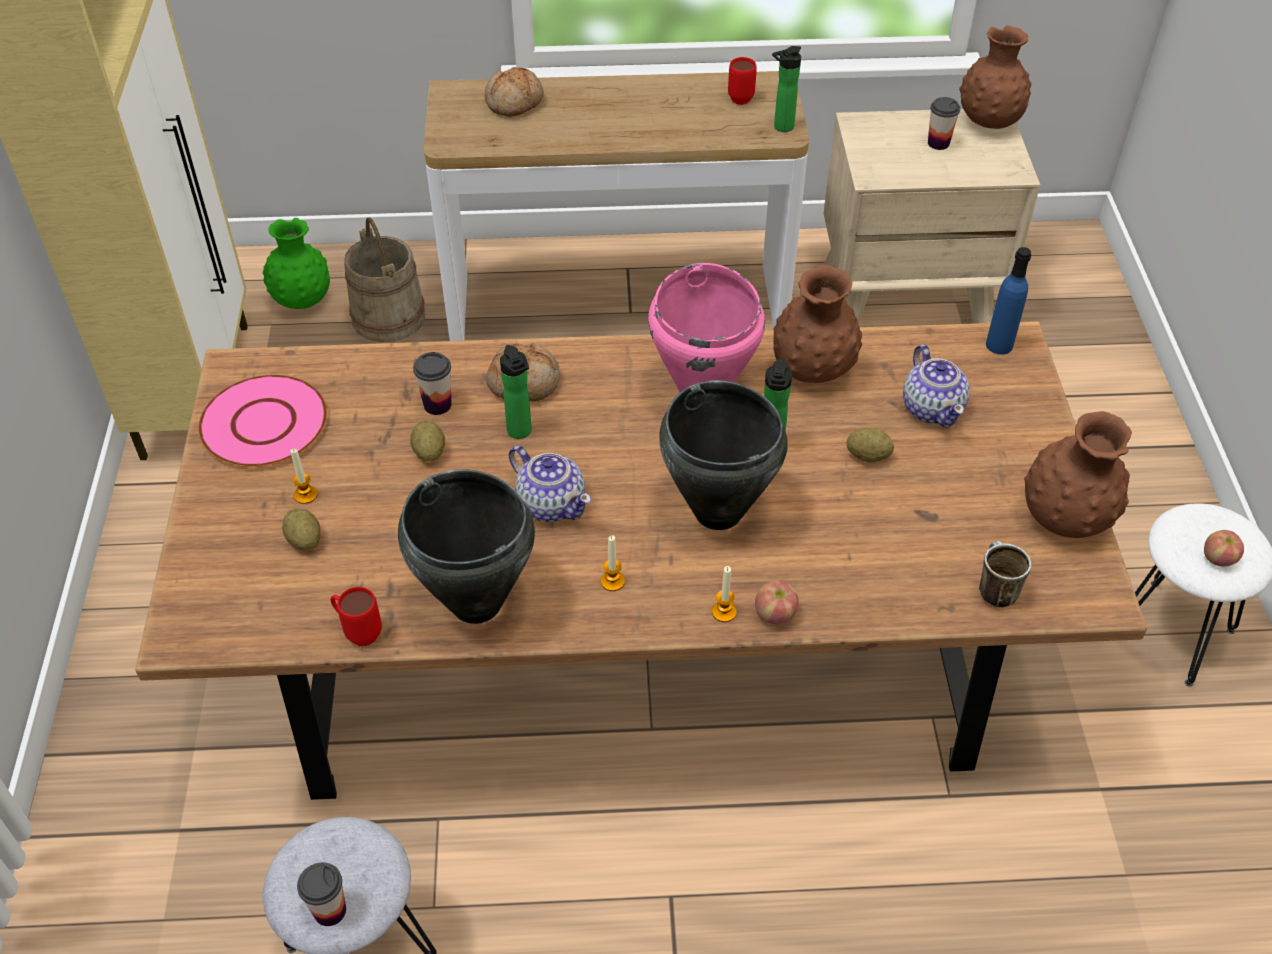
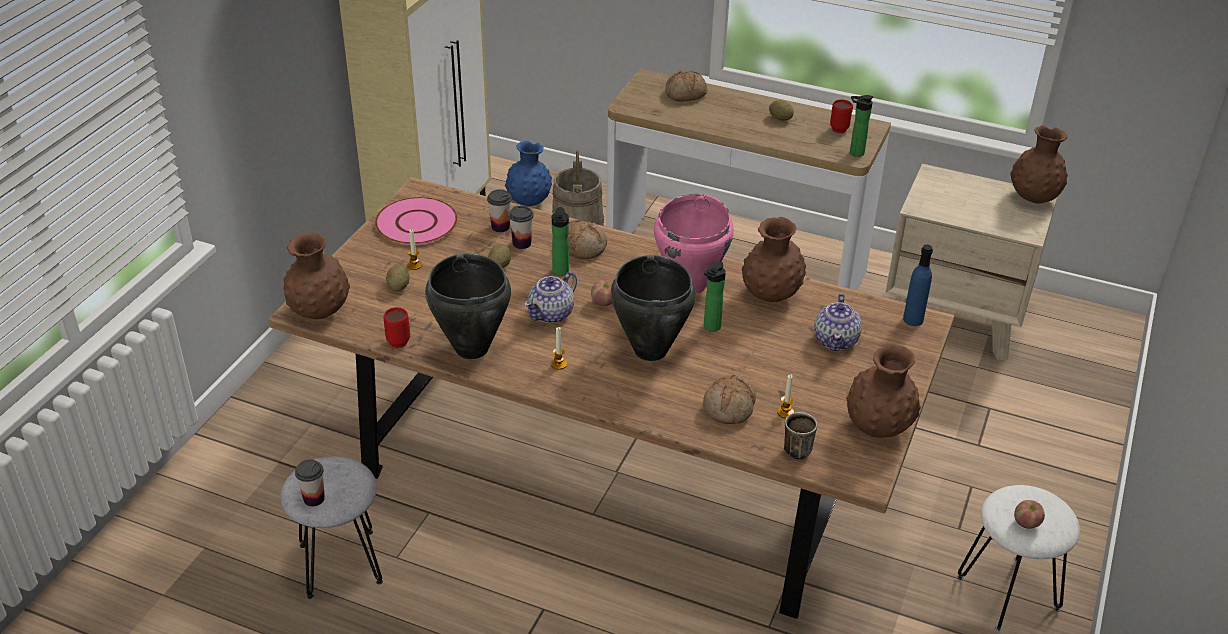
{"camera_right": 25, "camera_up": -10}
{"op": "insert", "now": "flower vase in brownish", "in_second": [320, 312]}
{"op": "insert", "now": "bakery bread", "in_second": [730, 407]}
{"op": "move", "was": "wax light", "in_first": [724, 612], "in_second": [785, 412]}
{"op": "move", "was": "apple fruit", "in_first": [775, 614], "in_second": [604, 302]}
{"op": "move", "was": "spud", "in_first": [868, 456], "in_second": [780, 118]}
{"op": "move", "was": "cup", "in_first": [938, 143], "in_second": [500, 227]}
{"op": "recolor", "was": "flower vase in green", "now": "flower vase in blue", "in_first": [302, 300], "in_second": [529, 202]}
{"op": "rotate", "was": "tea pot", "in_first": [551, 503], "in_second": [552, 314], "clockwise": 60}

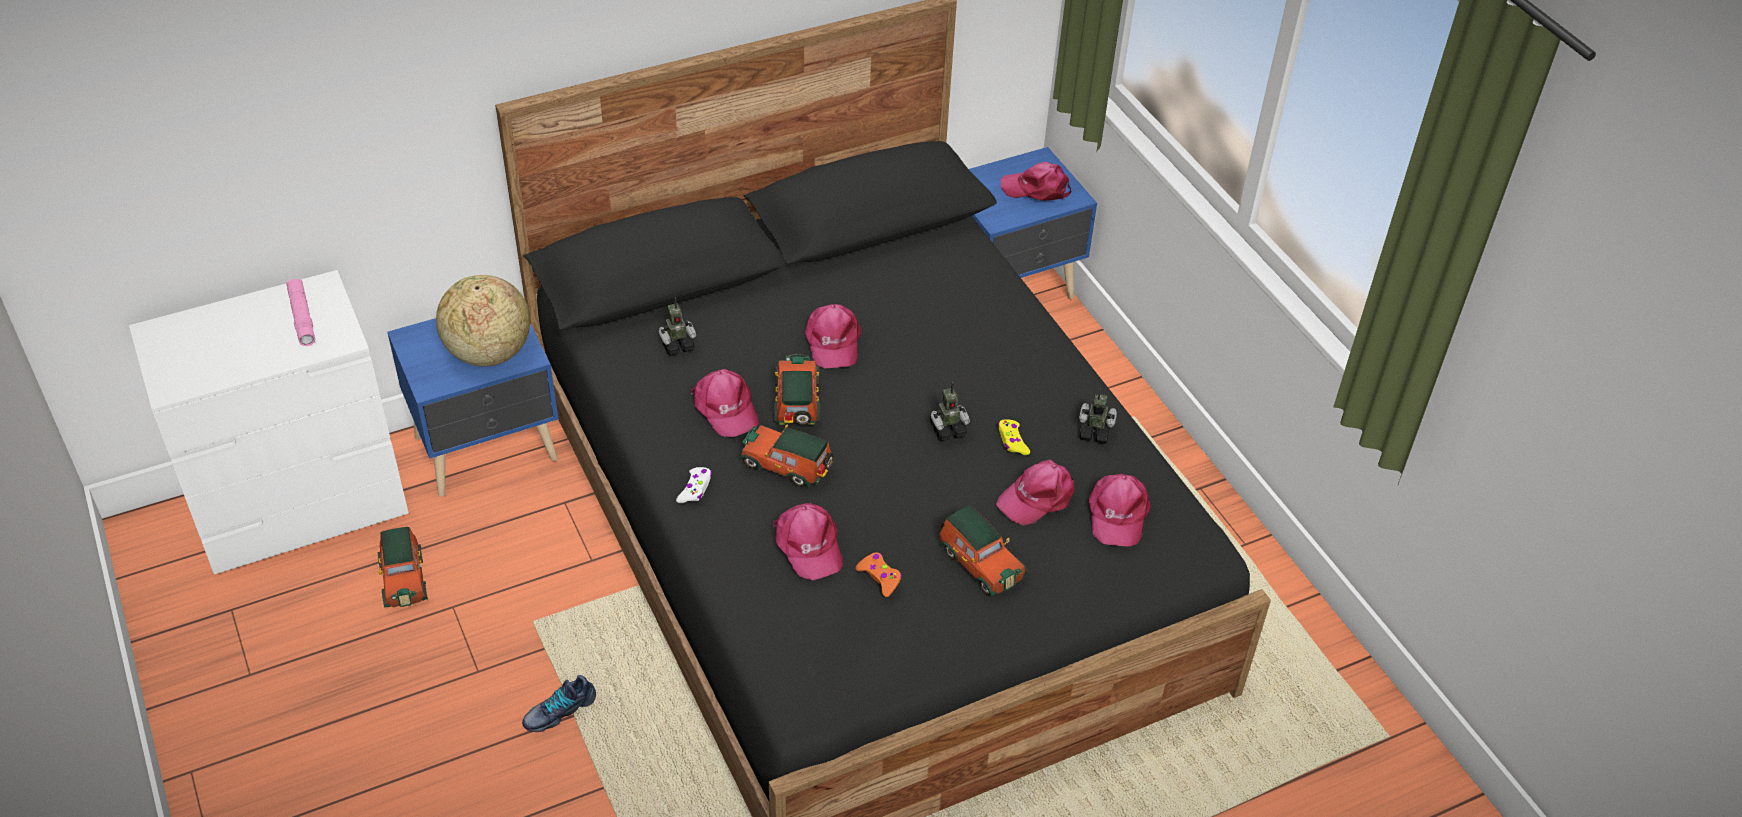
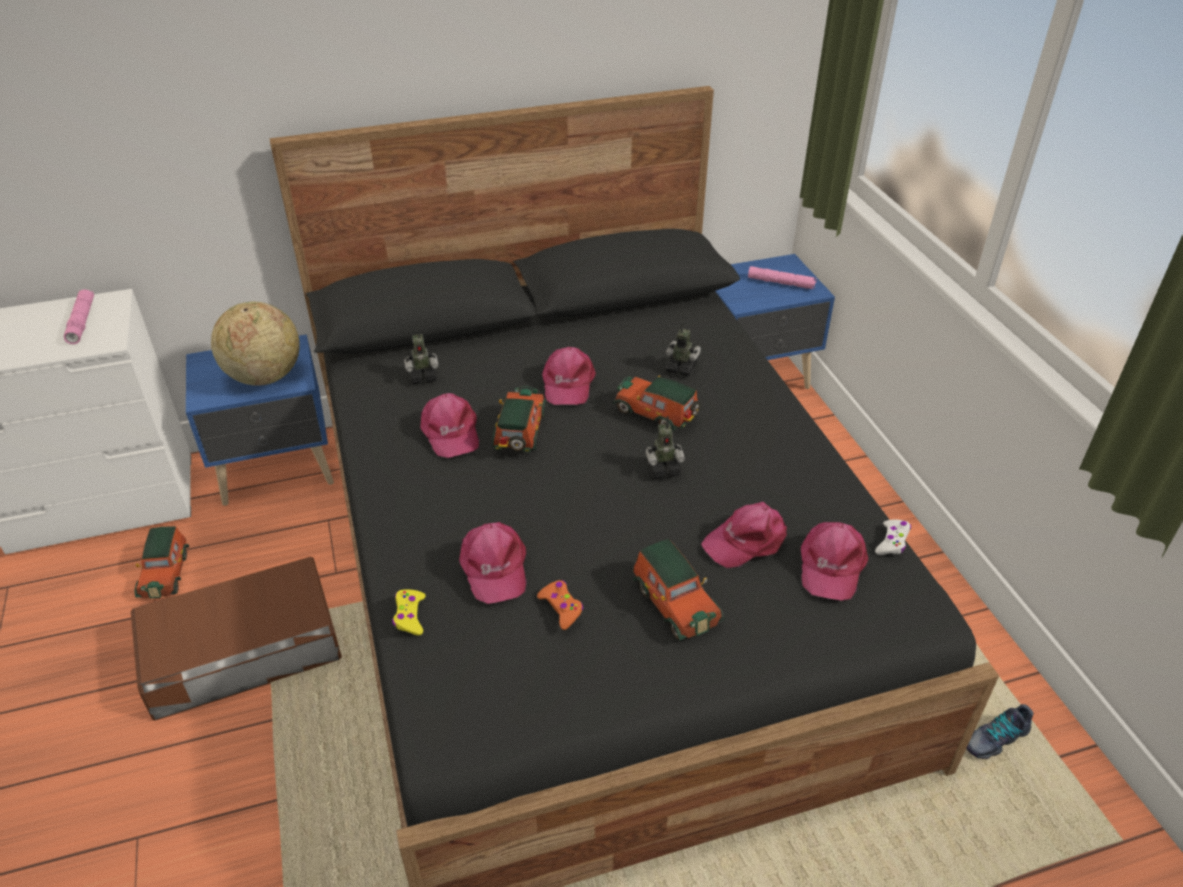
{"camera_right": 10, "camera_up": -5}
{"op": "insert", "now": "storage bin in brownish", "in_second": [242, 647]}
{"op": "move", "was": "low shoe", "in_first": [559, 710], "in_second": [995, 738]}
{"op": "move", "was": "gamepad in white-coloured", "in_first": [695, 489], "in_second": [892, 542]}
{"op": "move", "was": "miniature car", "in_first": [788, 466], "in_second": [657, 414]}
{"op": "move", "was": "gamepad in yellowish", "in_first": [1012, 441], "in_second": [409, 616]}
{"op": "move", "was": "model robot", "in_first": [1094, 432], "in_second": [681, 368]}
{"op": "replace", "was": "cap in pink-coloured", "now": "torch in pink-coloured", "in_first": [1036, 189], "in_second": [781, 283]}

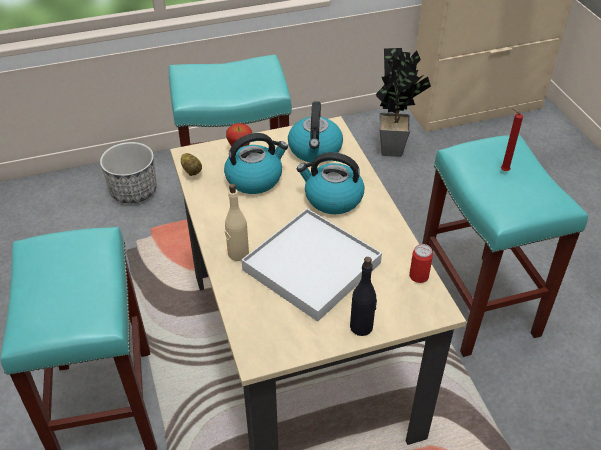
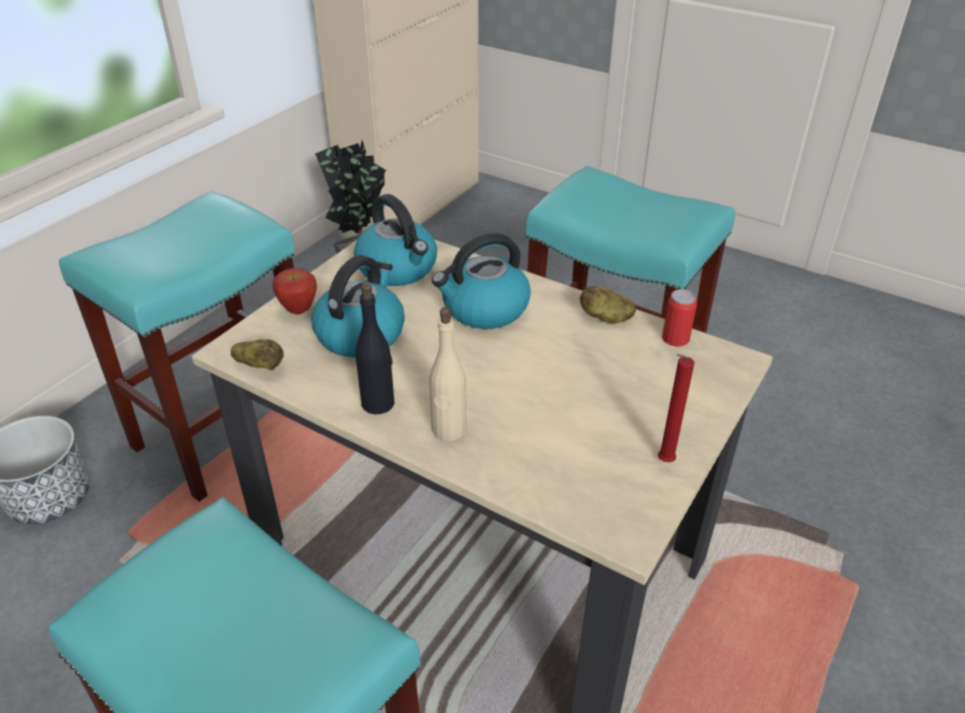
{"camera_right": -40, "camera_up": -5}
{"op": "delete", "was": "serving tray in white-coloured", "in_first": [311, 266]}
{"op": "insert", "now": "spud", "in_second": [605, 318]}
{"op": "move", "was": "drink bottle in blackish", "in_first": [361, 327], "in_second": [378, 403]}
{"op": "move", "was": "wax light in red-coloured", "in_first": [503, 171], "in_second": [663, 462]}

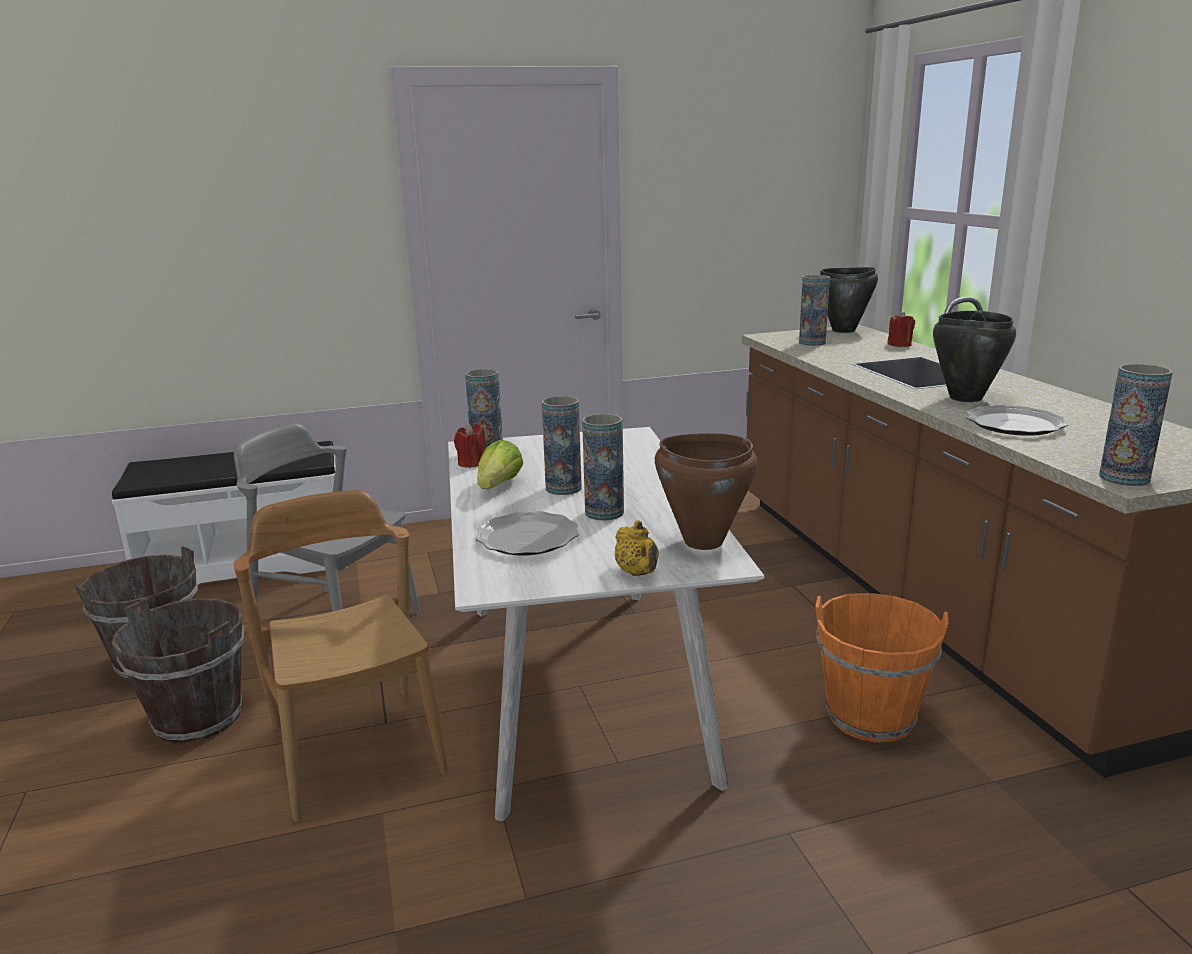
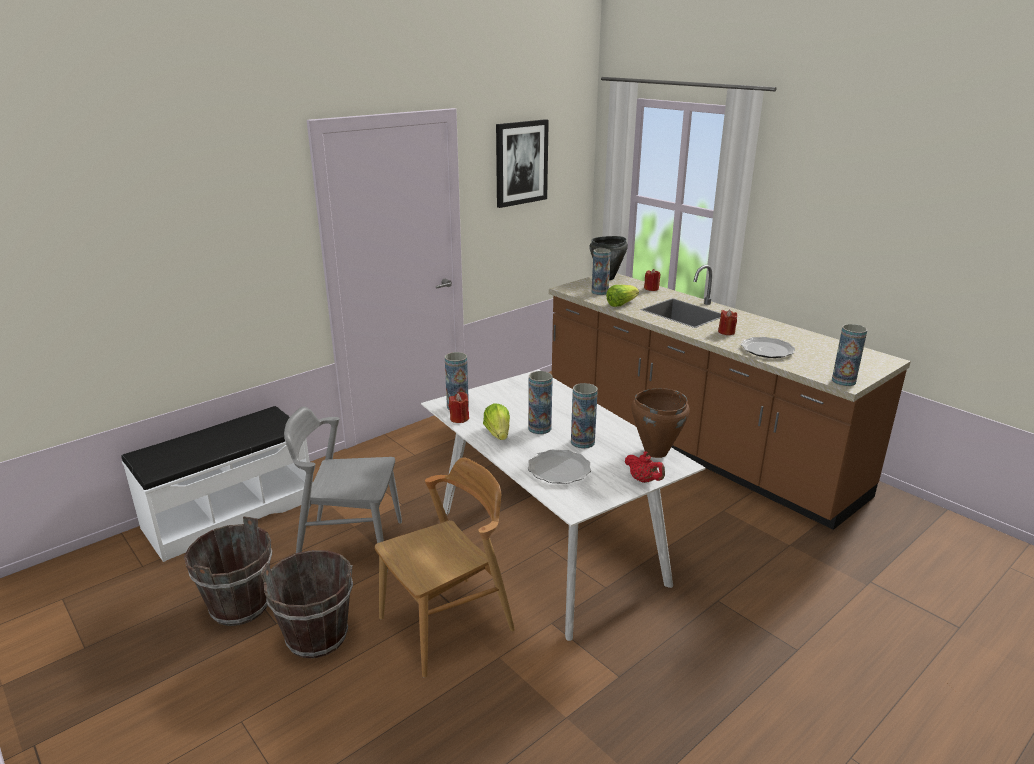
{"camera_right": -25, "camera_up": 5}
{"op": "delete", "was": "water bucket in orange-coloured", "in_first": [870, 717]}
{"op": "insert", "now": "picture", "in_second": [521, 163]}
{"op": "insert", "now": "lettuce head", "in_second": [621, 304]}
{"op": "replace", "was": "saucepot in blackish", "now": "wax light in red-coloured", "in_first": [965, 398], "in_second": [726, 332]}
{"op": "recolor", "was": "tea pot in yellowish", "now": "tea pot in red-coloured", "in_first": [638, 573], "in_second": [643, 480]}
{"op": "rotate", "was": "upright chair in brownish", "in_first": [357, 749], "in_second": [447, 624], "clockwise": 105}

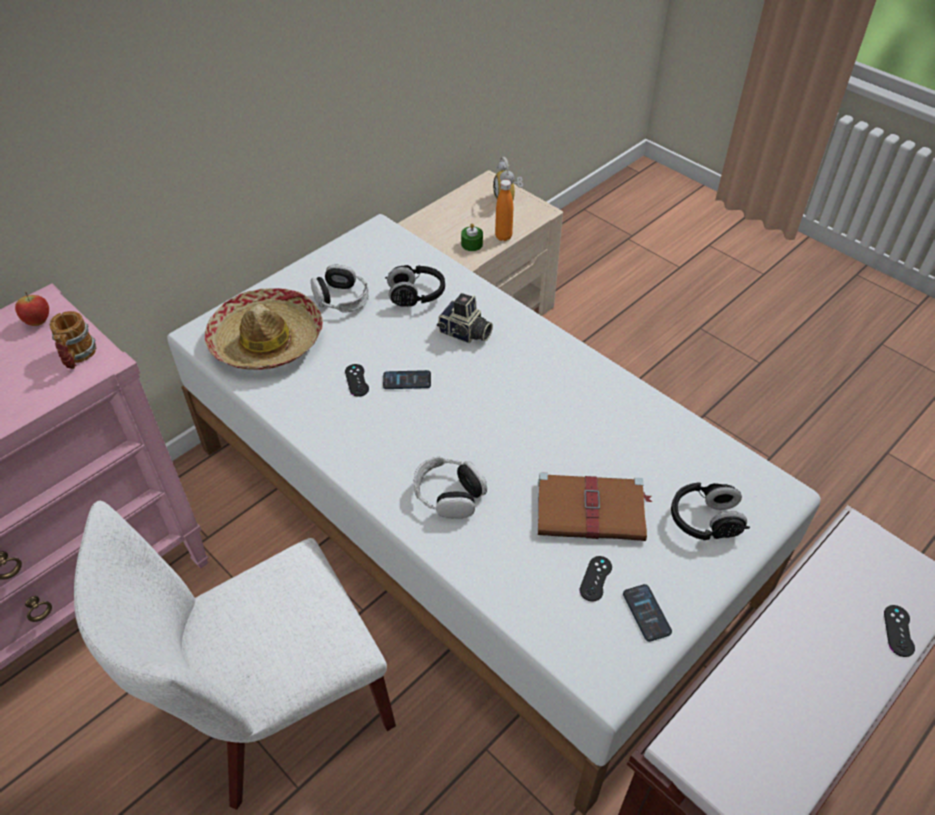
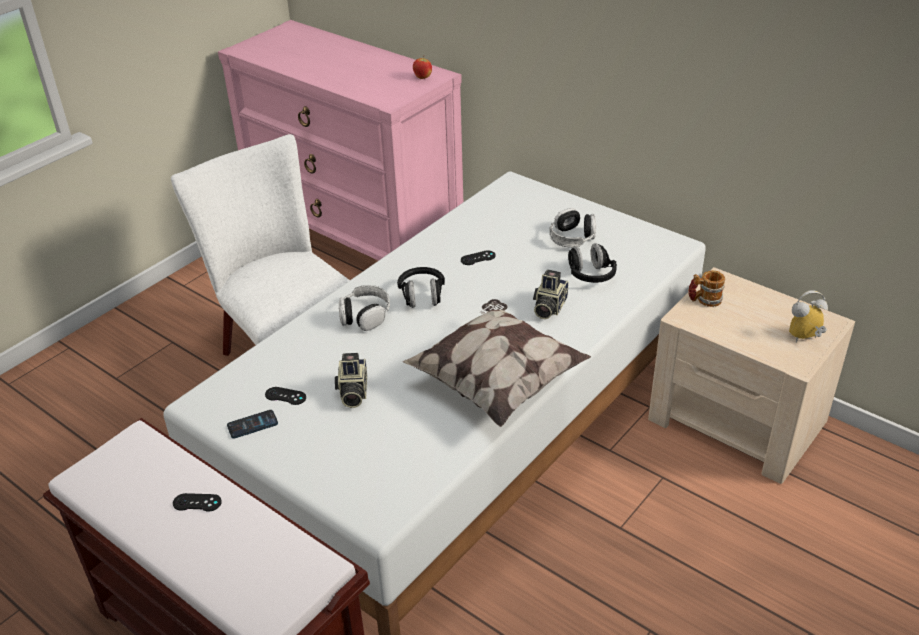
{"camera_right": 85, "camera_up": -10}
{"op": "delete", "was": "hat", "in_first": [267, 340]}
{"op": "delete", "was": "telephone", "in_first": [407, 380]}
{"op": "delete", "was": "wax light in green", "in_first": [472, 244]}
{"op": "delete", "was": "drink bottle in orange-coloured", "in_first": [503, 237]}
{"op": "insert", "now": "cushion", "in_second": [497, 382]}
{"op": "move", "was": "coffee mug", "in_first": [77, 357], "in_second": [704, 300]}
{"op": "move", "was": "headphones in blackish", "in_first": [705, 521], "in_second": [422, 296]}
{"op": "move", "was": "gamepad in blackish", "in_first": [898, 631], "in_second": [197, 502]}
{"op": "replace", "was": "book in brownish", "now": "photo camera", "in_first": [592, 510], "in_second": [352, 392]}

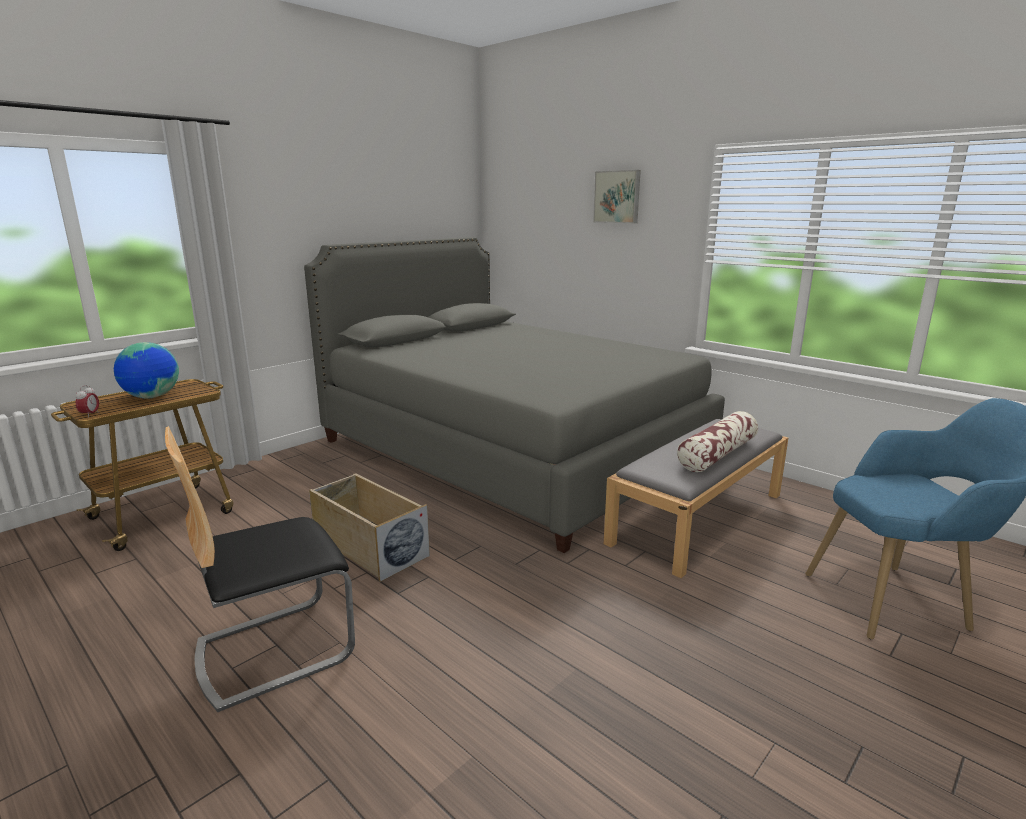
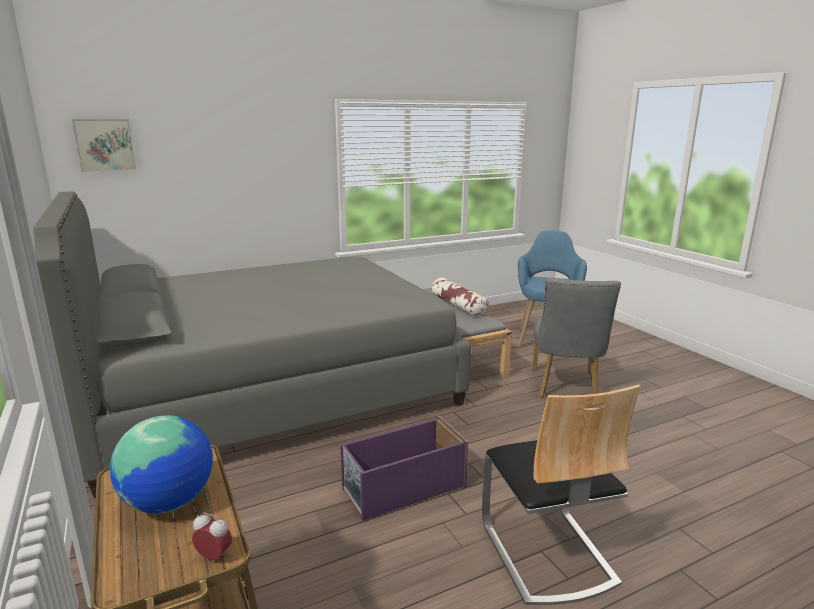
{"camera_right": -70, "camera_up": 0}
{"op": "insert", "now": "upright chair in grey", "in_second": [565, 387]}
{"op": "move", "was": "picture", "in_first": [617, 197], "in_second": [105, 145]}
{"op": "recolor", "was": "storage bin in beige", "now": "storage bin in purple", "in_first": [368, 546], "in_second": [403, 488]}

